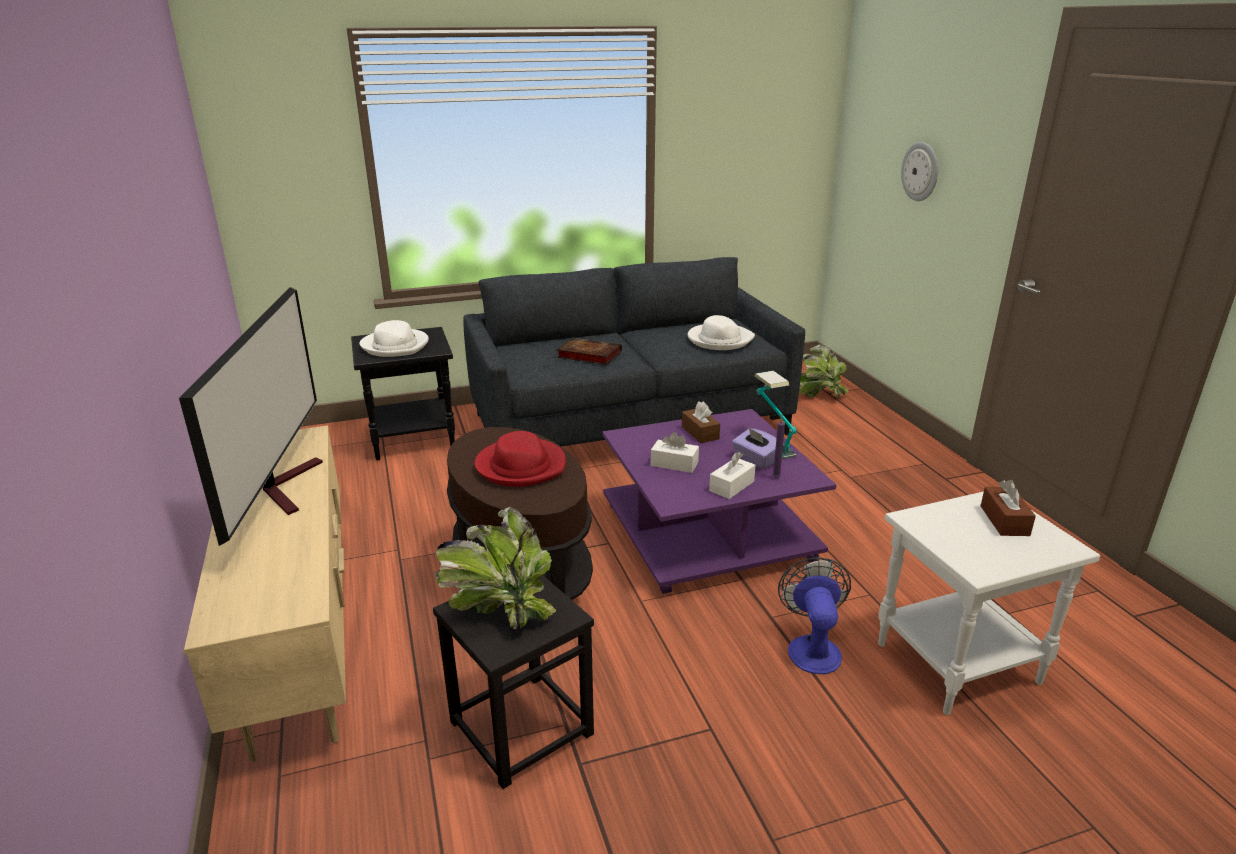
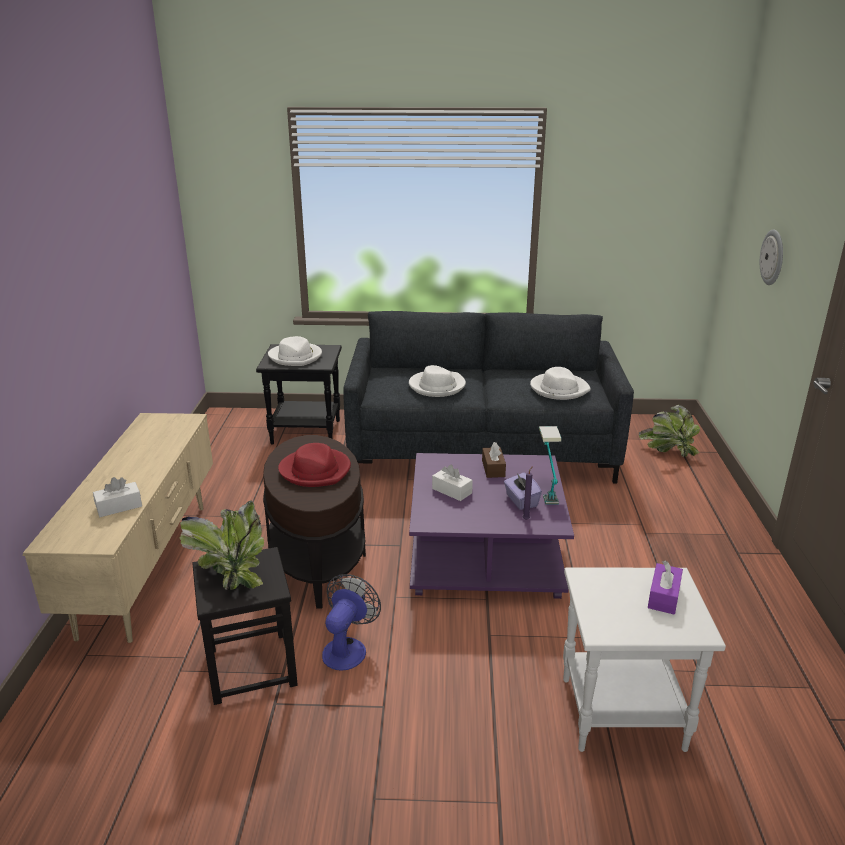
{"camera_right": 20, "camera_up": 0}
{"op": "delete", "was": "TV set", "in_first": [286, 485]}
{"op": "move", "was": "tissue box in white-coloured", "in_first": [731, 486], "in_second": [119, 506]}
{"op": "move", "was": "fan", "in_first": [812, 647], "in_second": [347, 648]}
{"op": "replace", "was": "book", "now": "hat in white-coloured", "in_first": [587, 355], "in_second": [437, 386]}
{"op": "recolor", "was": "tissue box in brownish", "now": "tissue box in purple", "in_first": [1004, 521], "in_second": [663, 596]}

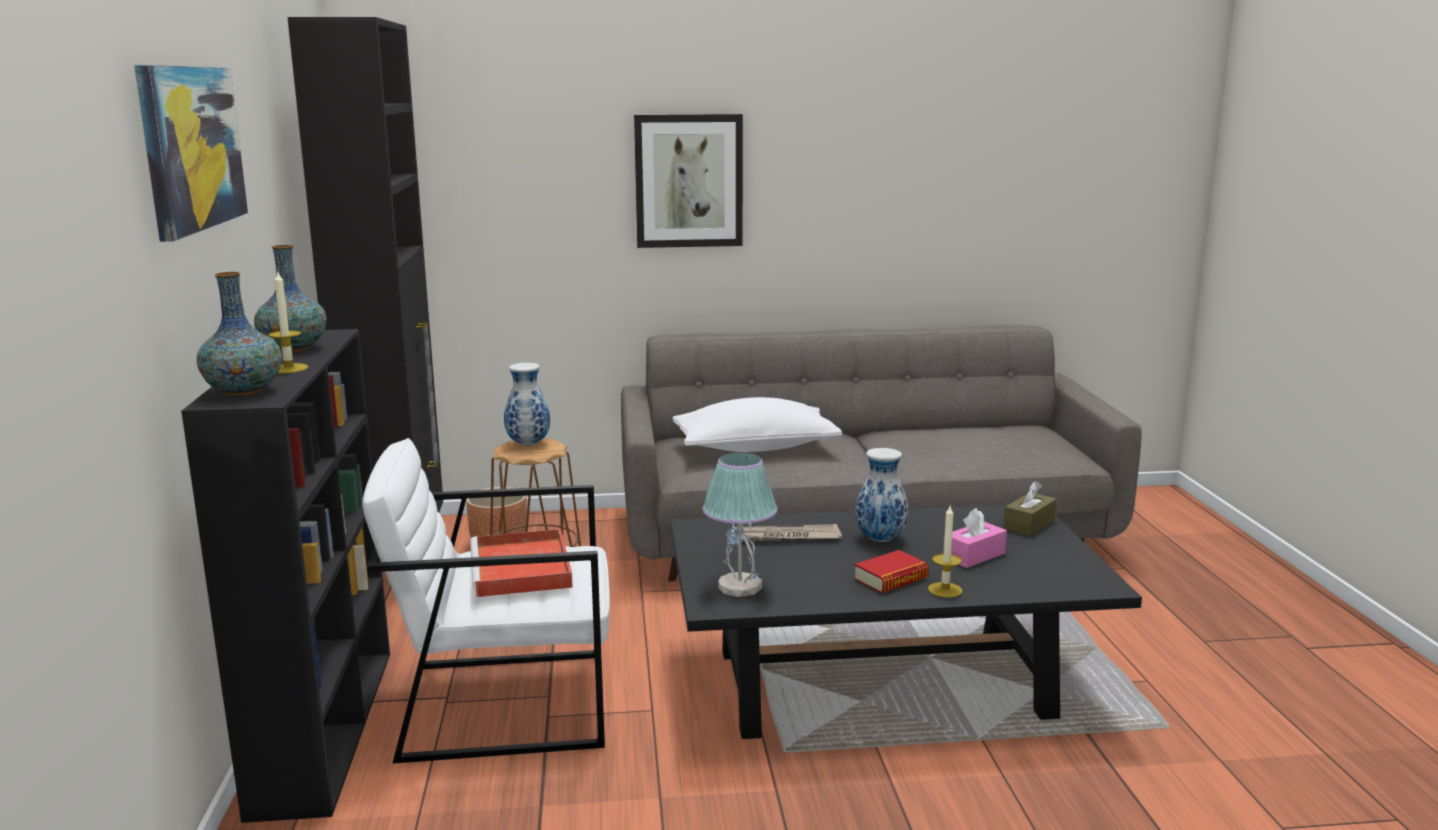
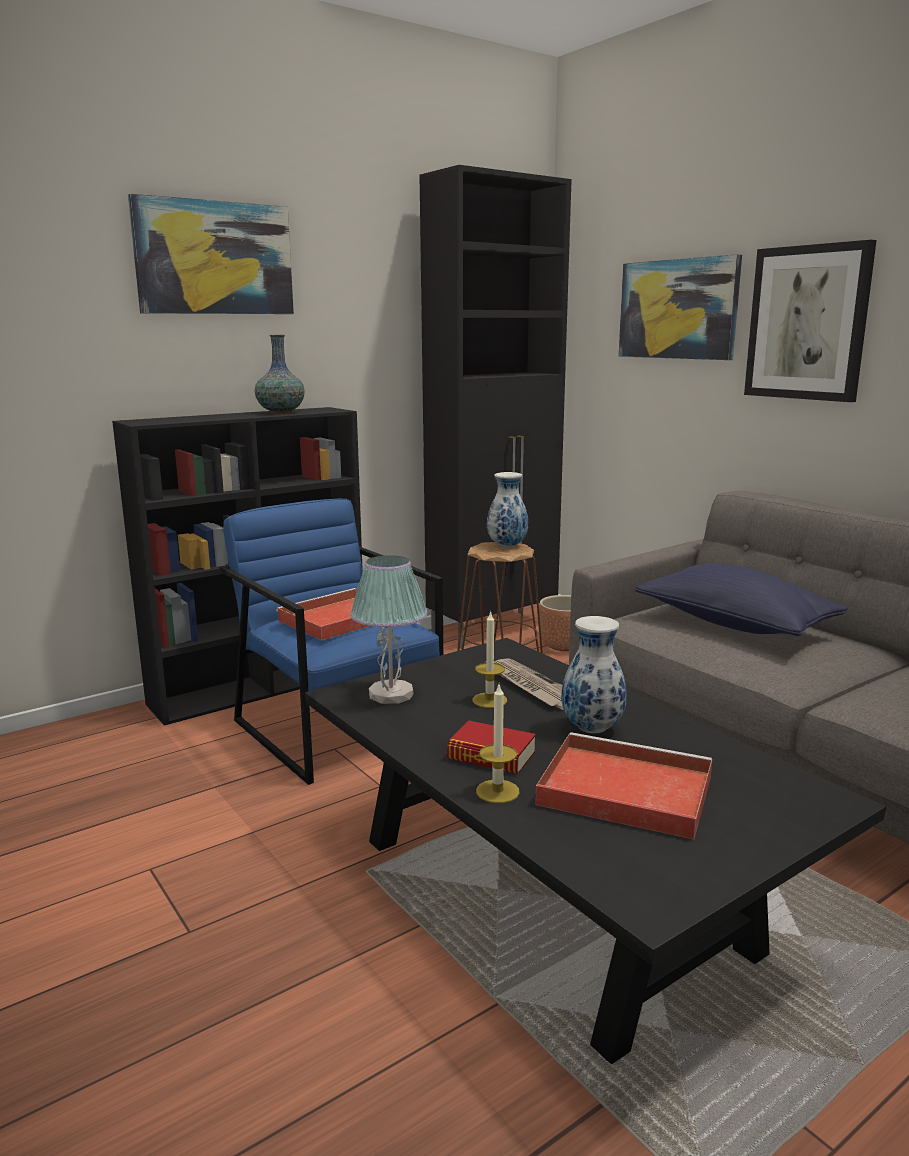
{"camera_right": 60, "camera_up": 0}
{"op": "delete", "was": "flower vase", "in_first": [244, 391]}
{"op": "delete", "was": "tissue box in brownish", "in_first": [1029, 524]}
{"op": "insert", "now": "picture", "in_second": [678, 309]}
{"op": "move", "was": "wax light", "in_first": [289, 368], "in_second": [489, 700]}
{"op": "replace", "was": "tissue box in pink-coloured", "now": "serving tray in red-coloured", "in_first": [974, 555], "in_second": [621, 790]}
{"op": "recolor", "was": "easy chair in white-coloured", "now": "easy chair in blue", "in_first": [505, 703], "in_second": [337, 728]}
{"op": "recolor", "was": "cushion in white-coloured", "now": "cushion in blue", "in_first": [755, 448], "in_second": [734, 624]}

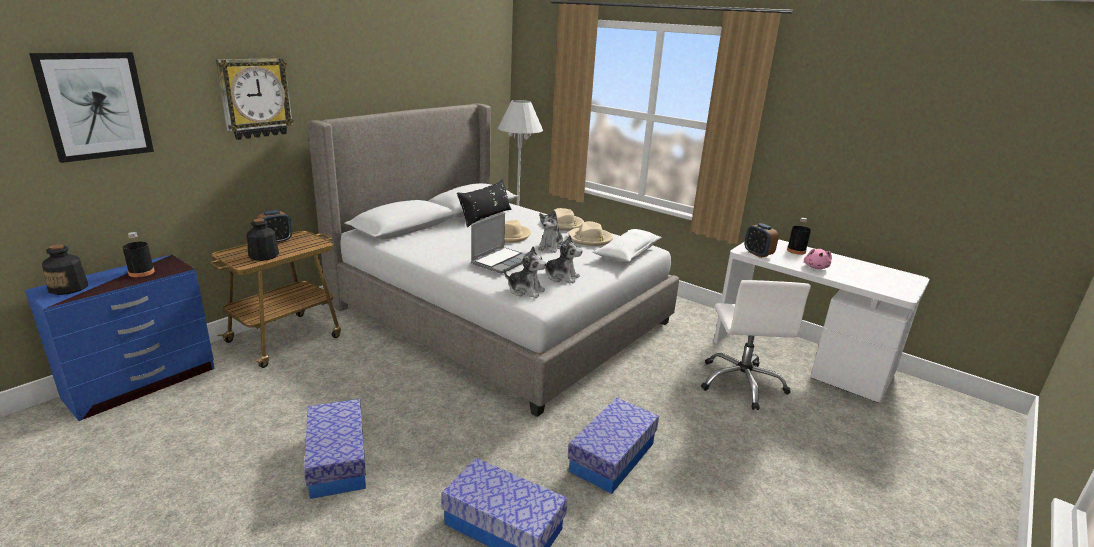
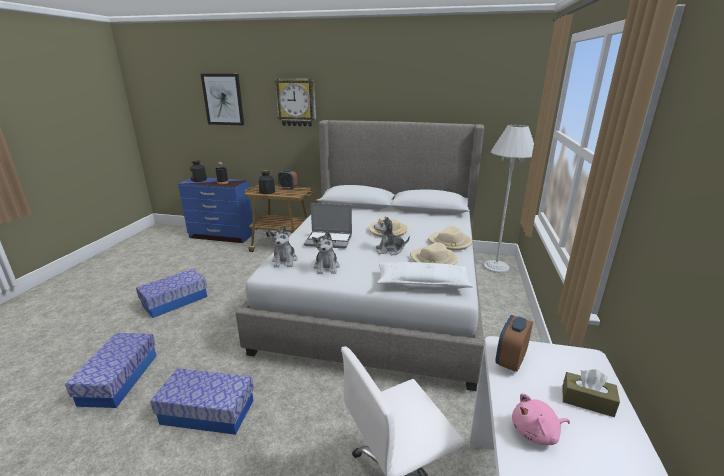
{"camera_right": 65, "camera_up": 0}
{"op": "delete", "was": "cushion in blackish", "in_first": [486, 217]}
{"op": "replace", "was": "drink bottle in blackish", "now": "tissue box in brownish", "in_first": [796, 251], "in_second": [587, 401]}

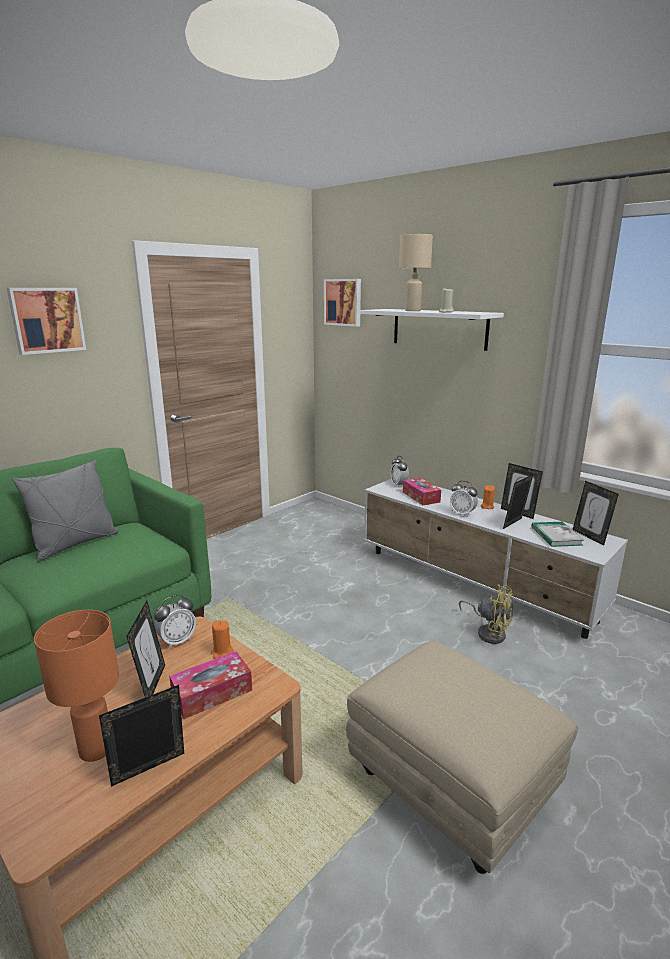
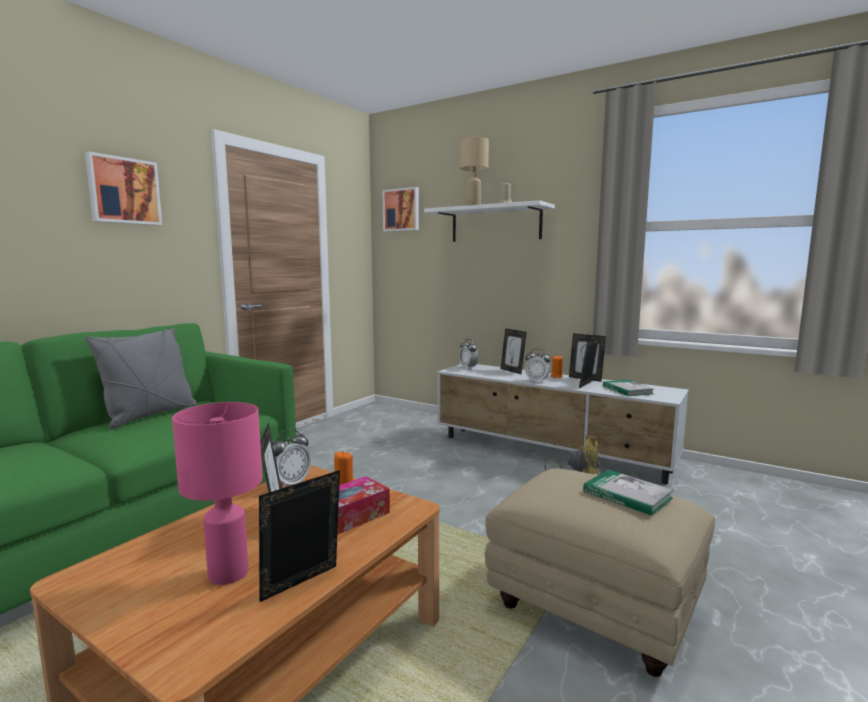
{"camera_right": -10, "camera_up": -10}
{"op": "delete", "was": "tissue box", "in_first": [421, 497]}
{"op": "insert", "now": "book", "in_second": [627, 495]}
{"op": "move", "was": "standing frame", "in_first": [590, 536], "in_second": [512, 371]}
{"op": "recolor", "was": "tabletop lamp in orange-coloured", "now": "tabletop lamp in pink-coloured", "in_first": [96, 749], "in_second": [229, 574]}

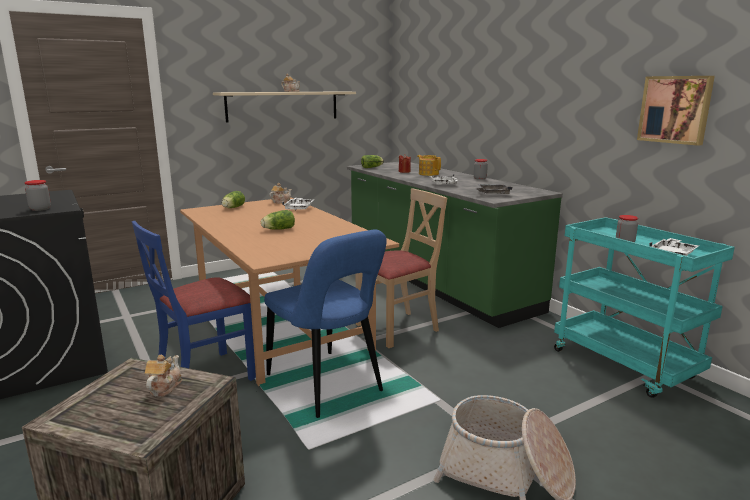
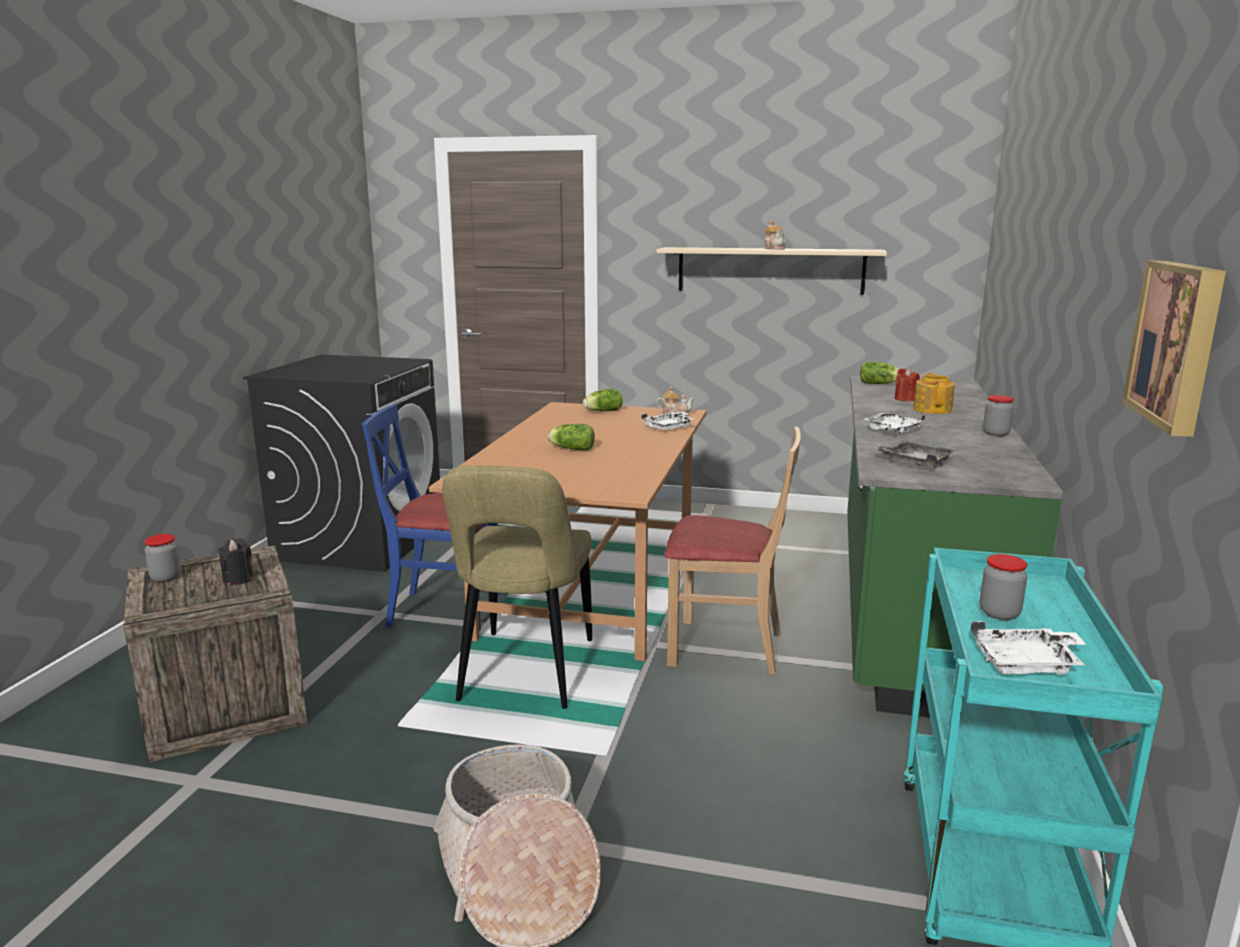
{"camera_right": 45, "camera_up": 0}
{"op": "move", "was": "jar", "in_first": [40, 209], "in_second": [166, 577]}
{"op": "replace", "was": "tea pot", "now": "wax light in blackish", "in_first": [164, 387], "in_second": [238, 579]}
{"op": "recolor", "was": "upright chair in blue", "now": "upright chair in beige", "in_first": [327, 386], "in_second": [525, 674]}

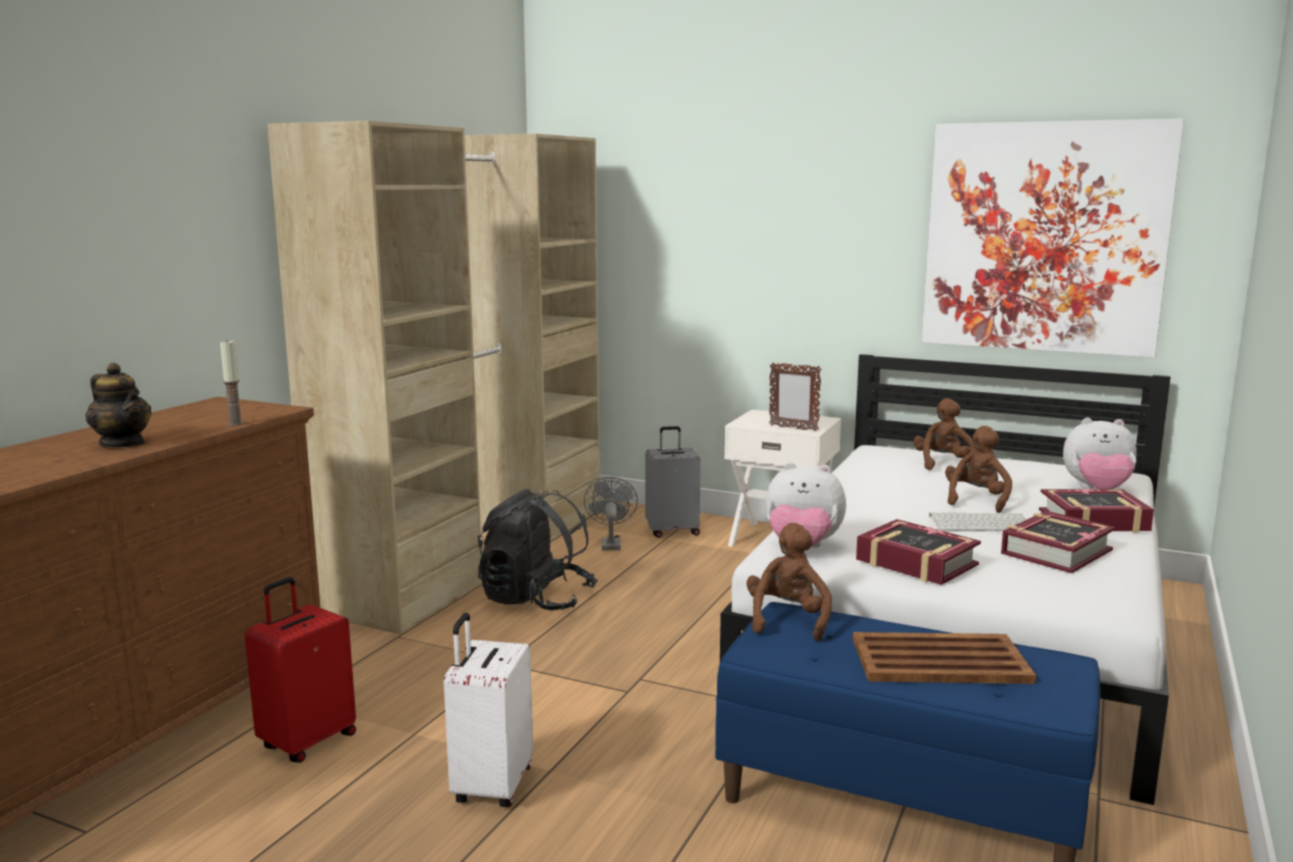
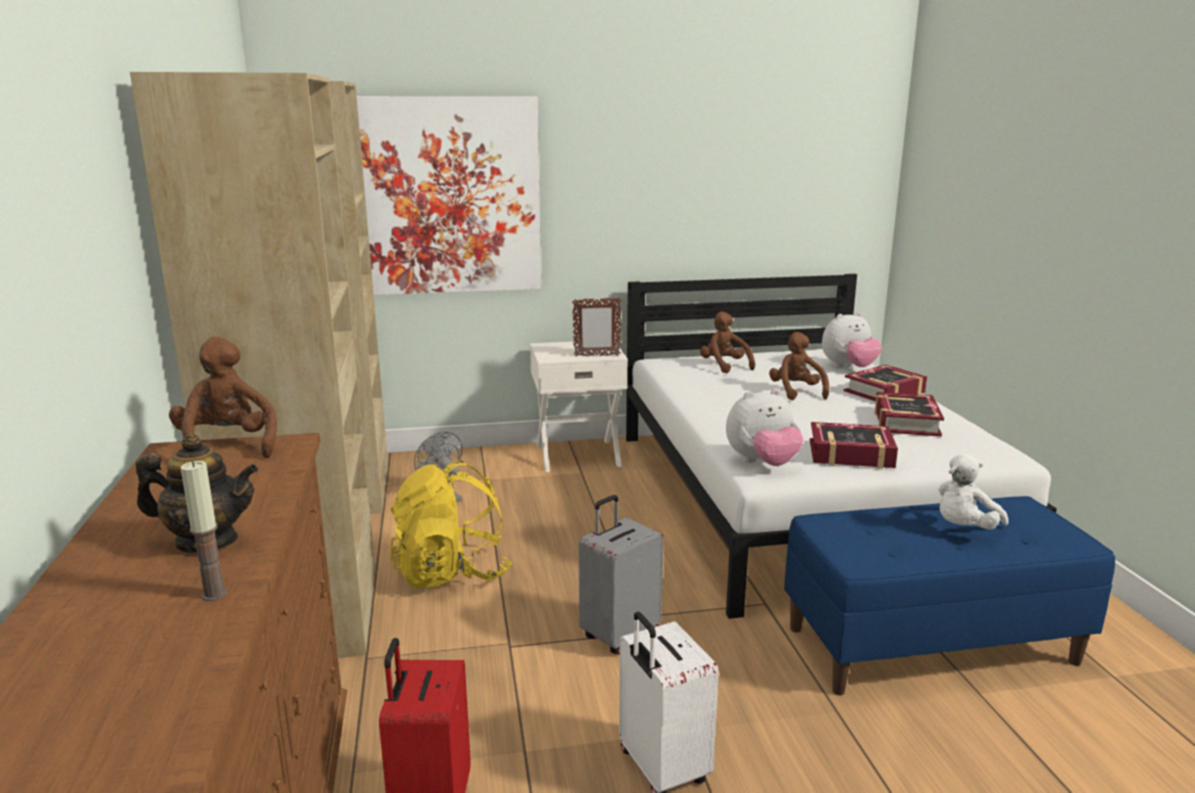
{"camera_right": -35, "camera_up": 5}
{"op": "delete", "was": "PC keyboard", "in_first": [981, 523]}
{"op": "move", "was": "wax light", "in_first": [235, 424], "in_second": [214, 594]}
{"op": "move", "was": "suitcase in grey", "in_first": [672, 531], "in_second": [619, 634]}
{"op": "move", "was": "plush toy in brownish", "in_first": [788, 620], "in_second": [228, 446]}
{"op": "move", "was": "picture", "in_first": [1044, 238], "in_second": [443, 197]}
{"op": "replace", "was": "serving tray in brownish", "now": "plush toy in white-coloured", "in_first": [937, 660], "in_second": [964, 528]}
{"op": "recolor", "was": "knapsack in blackish", "now": "knapsack in yellowish", "in_first": [536, 600], "in_second": [451, 573]}

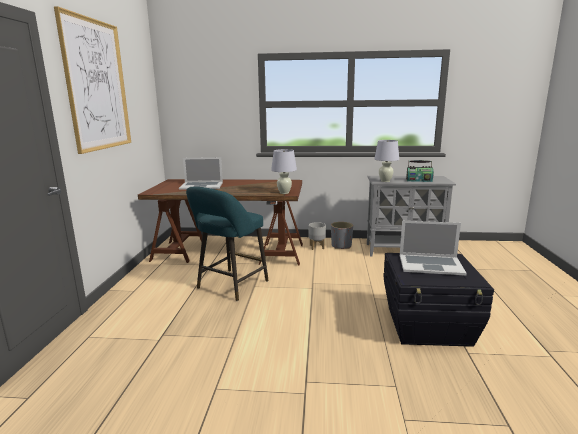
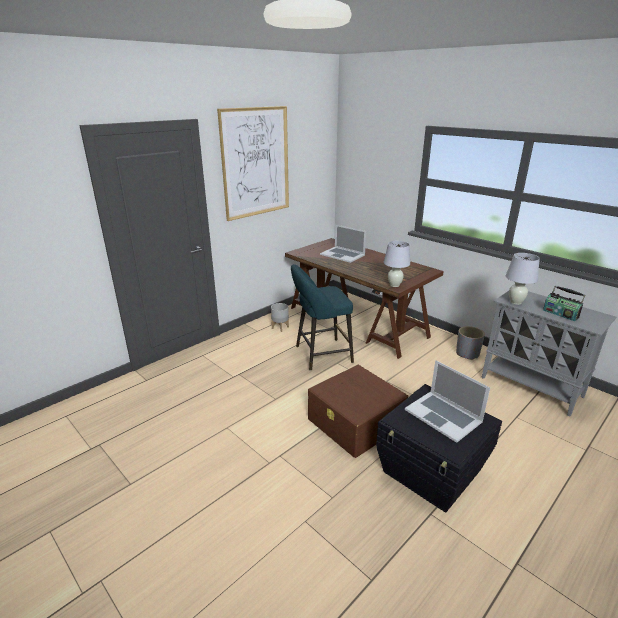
{"camera_right": 40, "camera_up": 10}
{"op": "insert", "now": "storage bin in brownish", "in_second": [356, 422]}
{"op": "move", "was": "flower pot in grey", "in_first": [317, 247], "in_second": [280, 328]}

